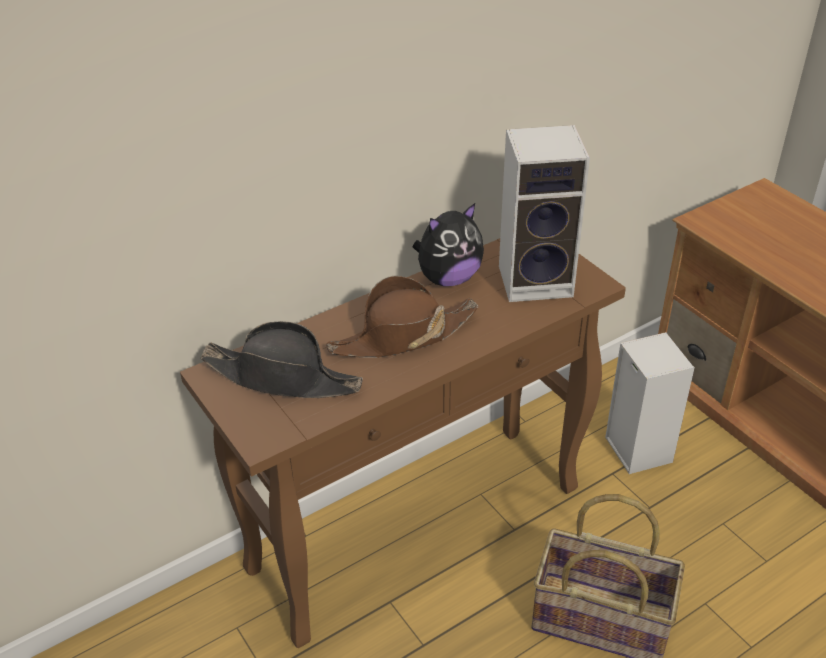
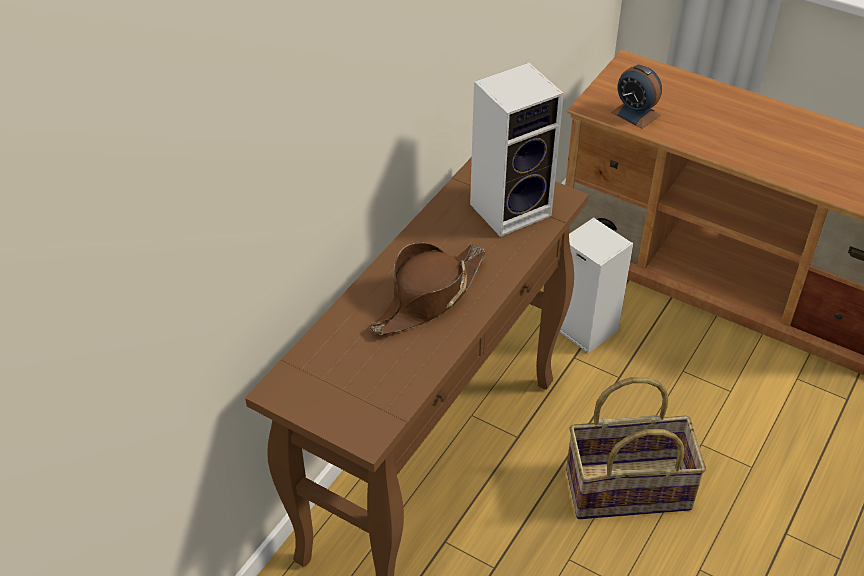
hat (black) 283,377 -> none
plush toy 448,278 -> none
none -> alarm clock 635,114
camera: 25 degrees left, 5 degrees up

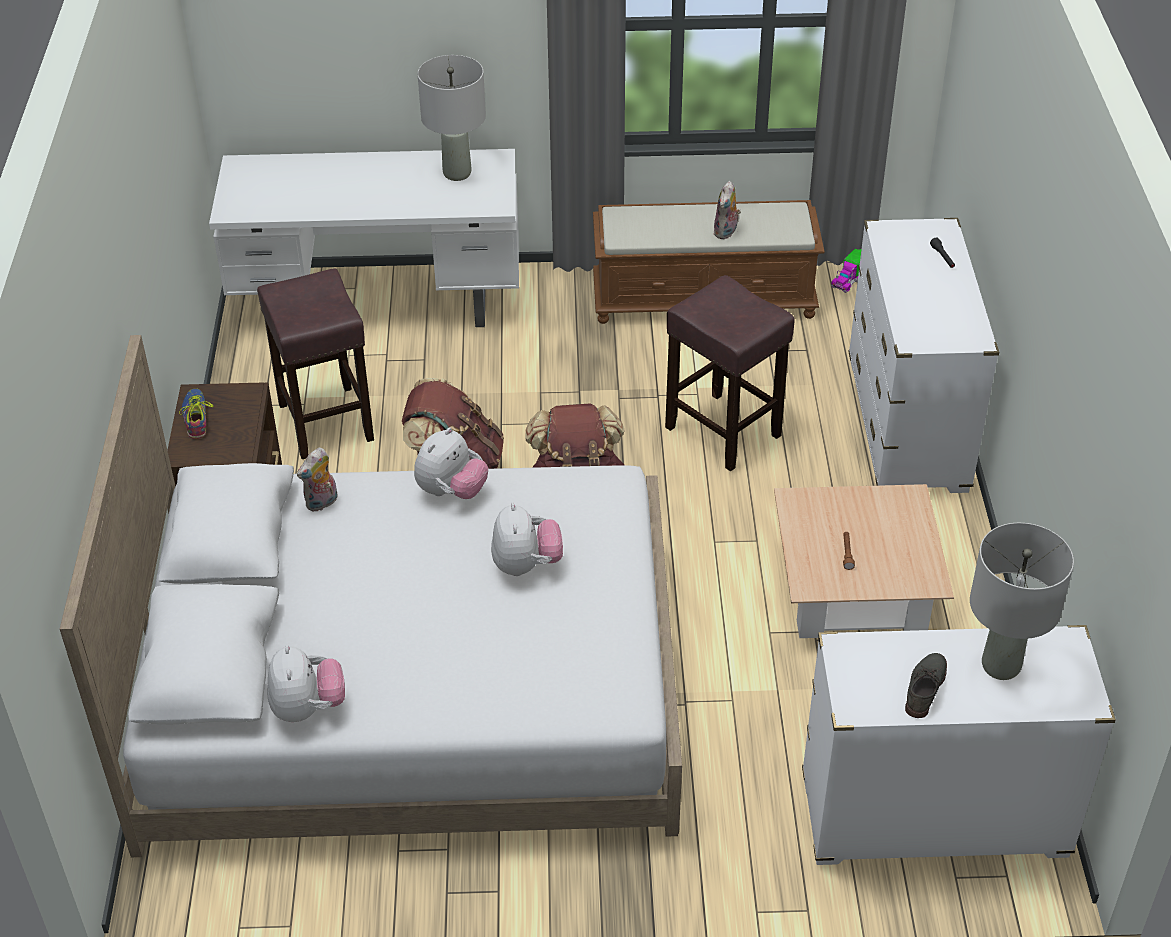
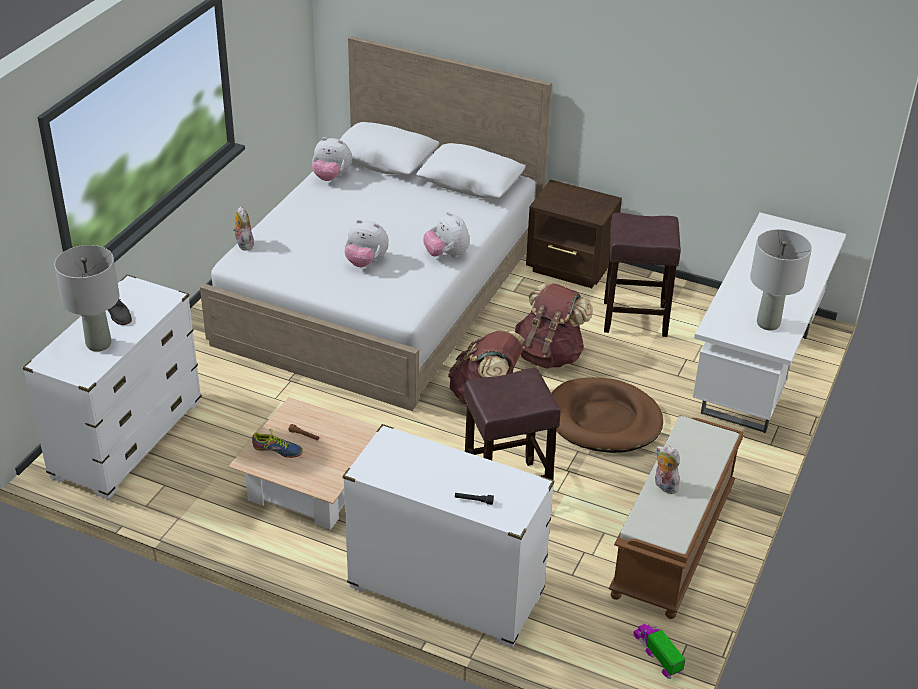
none -> dog bed (brown) 603,420
shoe 196,418 -> shoe 277,450, shifted
plush toy 322,503 -> plush toy 243,244, shifted
camera: 115 degrees right, 5 degrees down

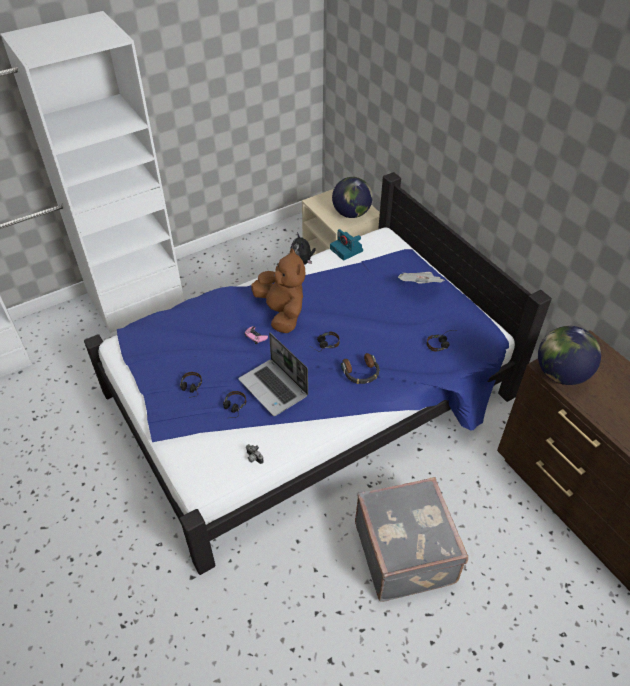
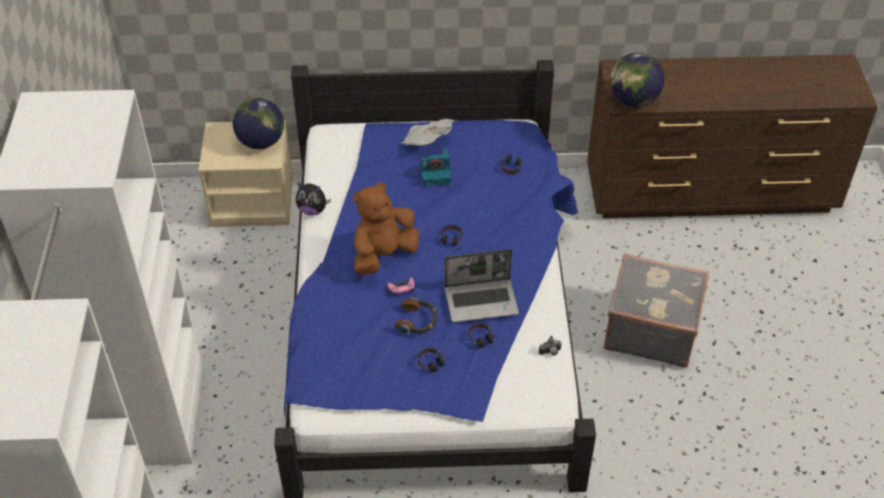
photo camera 347,250 -> photo camera 436,174, shifted
headphones 361,373 -> headphones 417,320, shifted
plush toy (brown) 282,313 -> plush toy (brown) 383,255, 45 degrees counterclockwise
camera: 60 degrees left, 0 degrees up

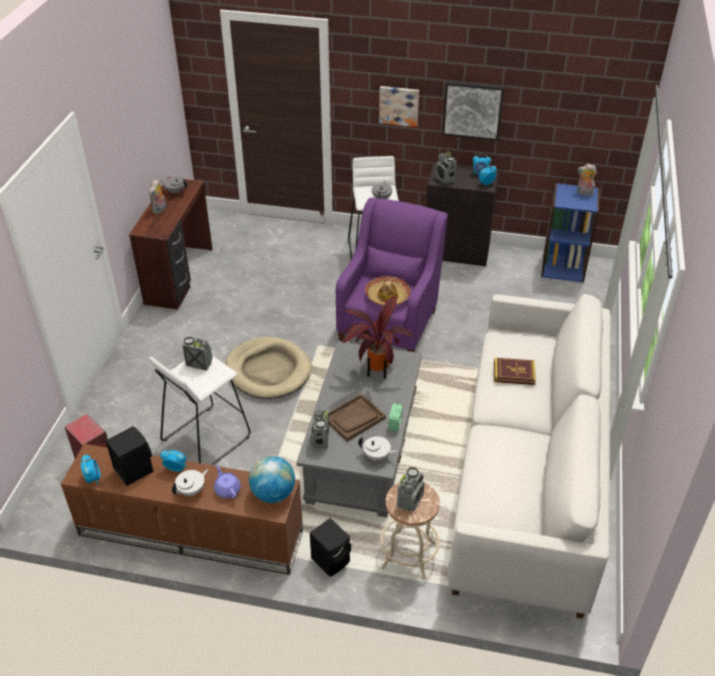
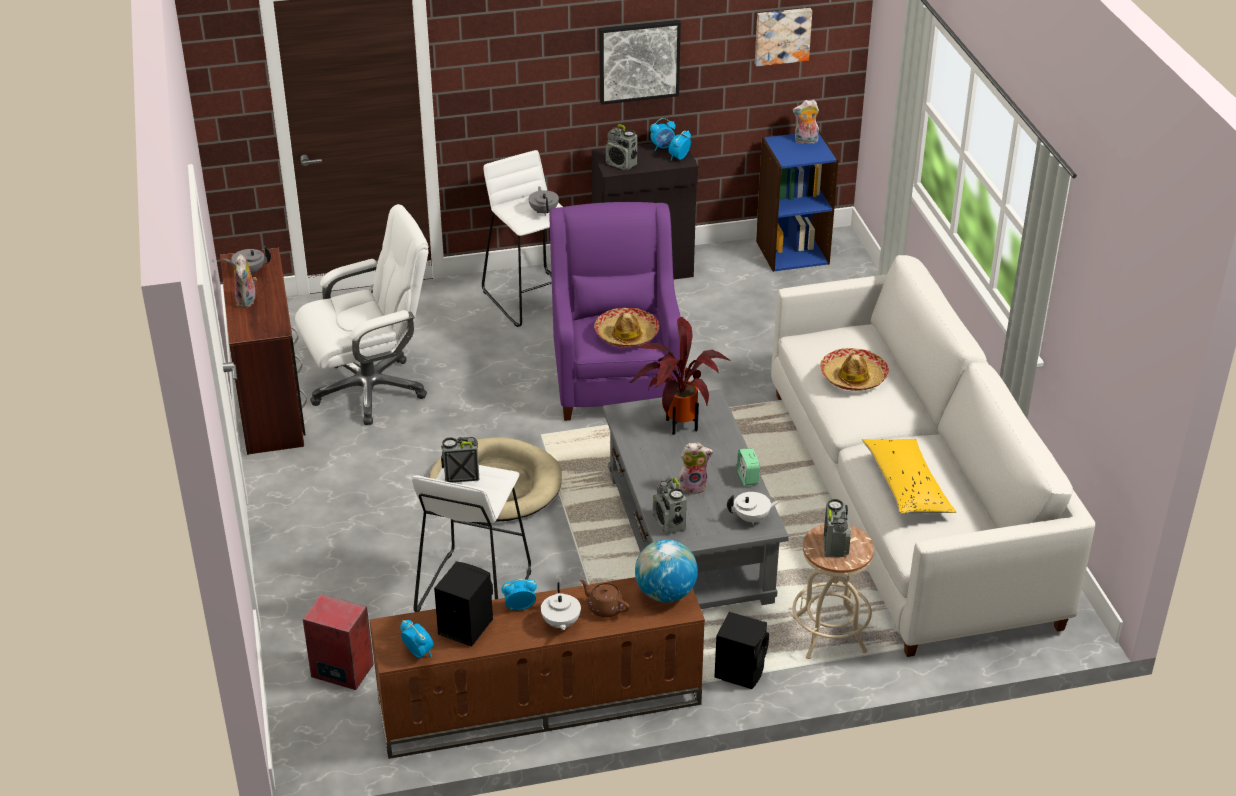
none -> office chair (white) 370,389
none -> pillow (yellow) 906,486
picture 399,105 -> picture 782,35, shifted
tray (brown) 354,418 -> plush toy 693,486
book 514,373 -> hat 853,377
teapot (purple) 227,489 -> teapot (brown) 604,608
teapot (white) 192,490 -> teapot (white) 560,623, 150 degrees clockwise
camera: 25 degrees left, 5 degrees down

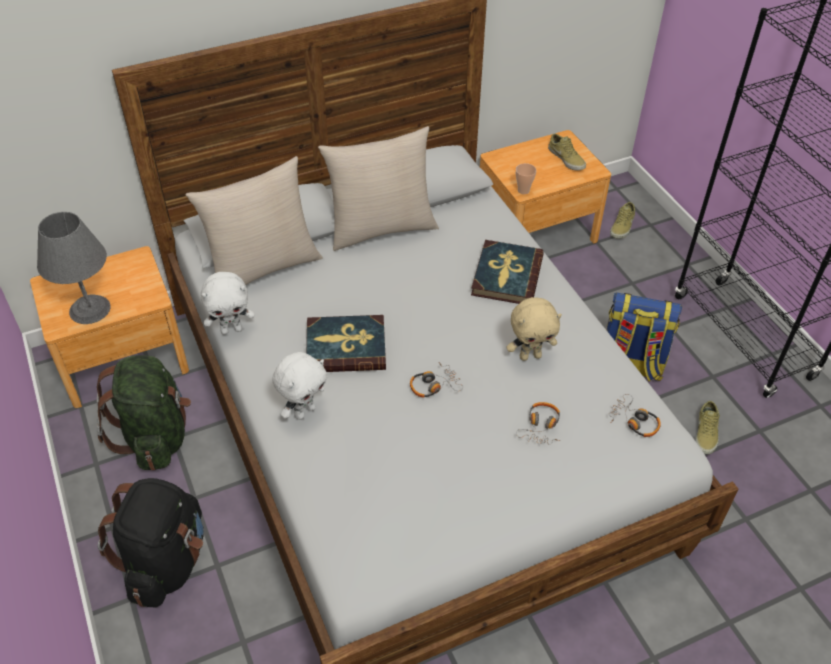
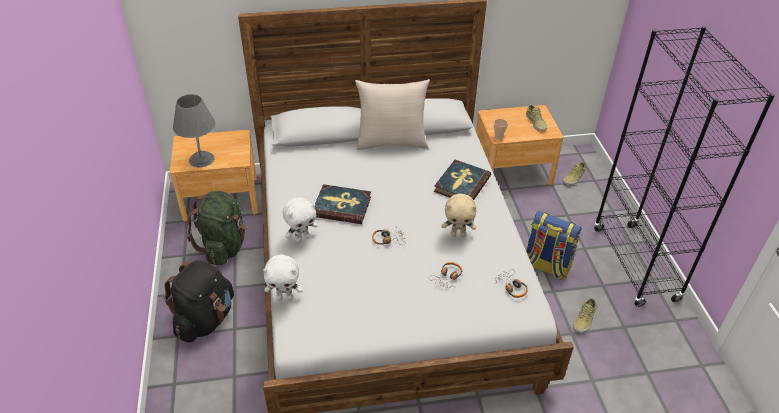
pillow (beige) 263,267 -> none
plush toy (white) 232,329 -> plush toy (white) 285,297, shifted
camera: 15 degrees right, 5 degrees down

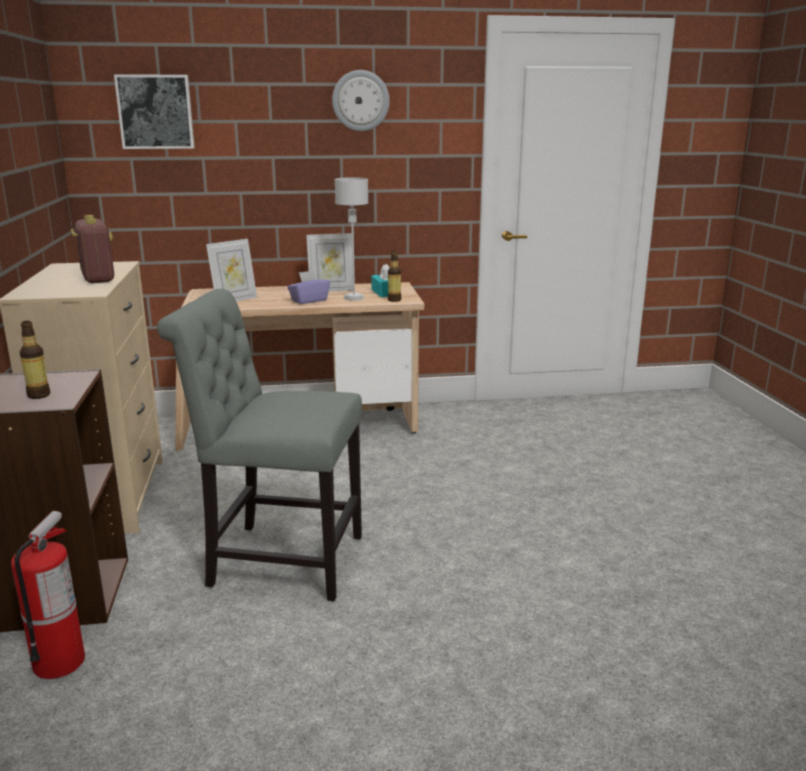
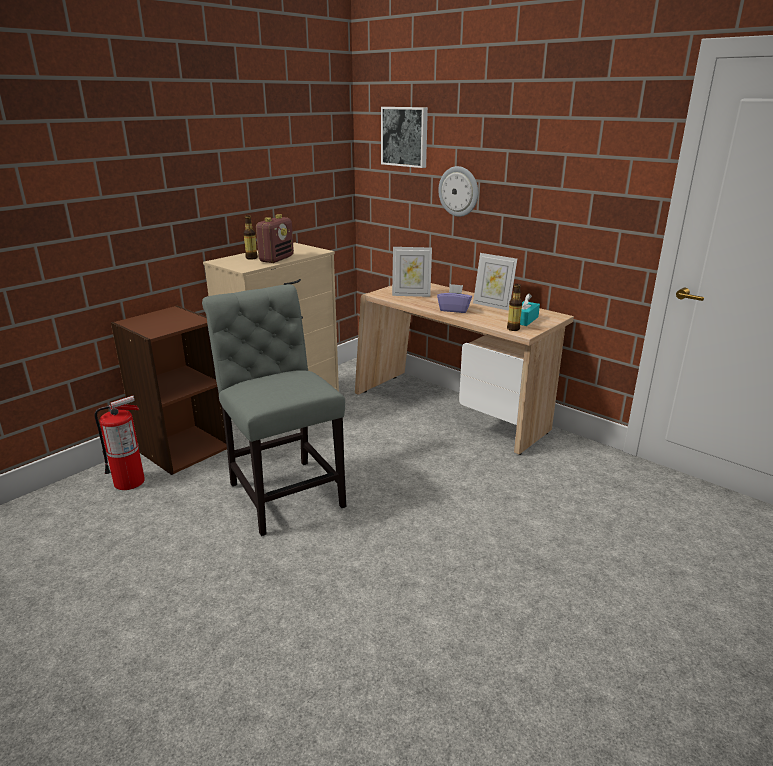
table lamp (grey) 354,298 -> none
bottle 39,395 -> bottle 251,258, shifted
wall clock 360,101 -> wall clock 459,191, shifted
camera: 50 degrees right, 5 degrees up

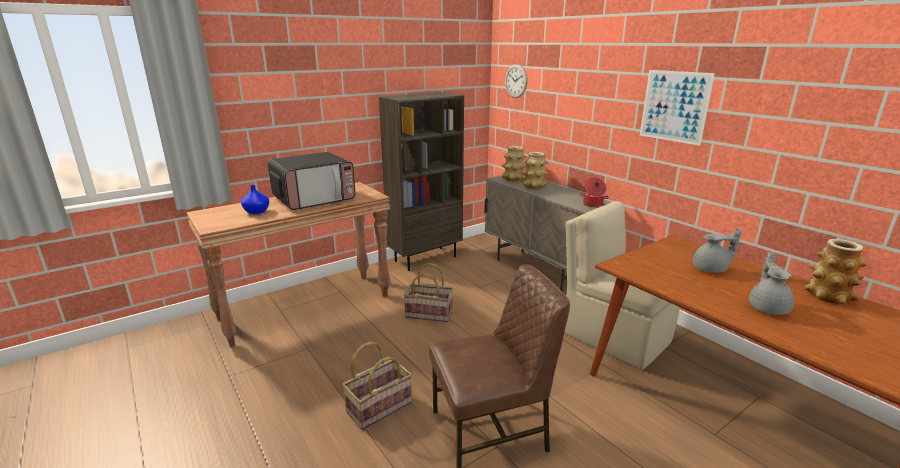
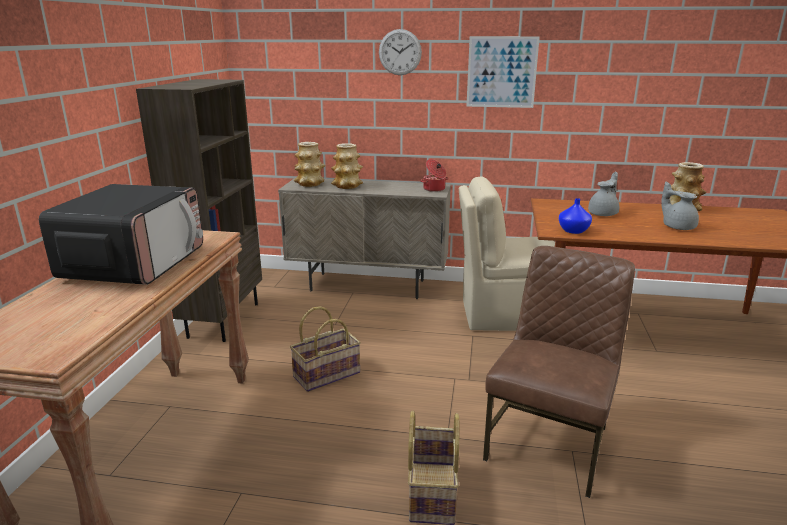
vase (blue) 257,211 -> vase (blue) 573,230, shifted
wall clock 516,81 -> wall clock 400,52, shifted
camera: 45 degrees left, 0 degrees up

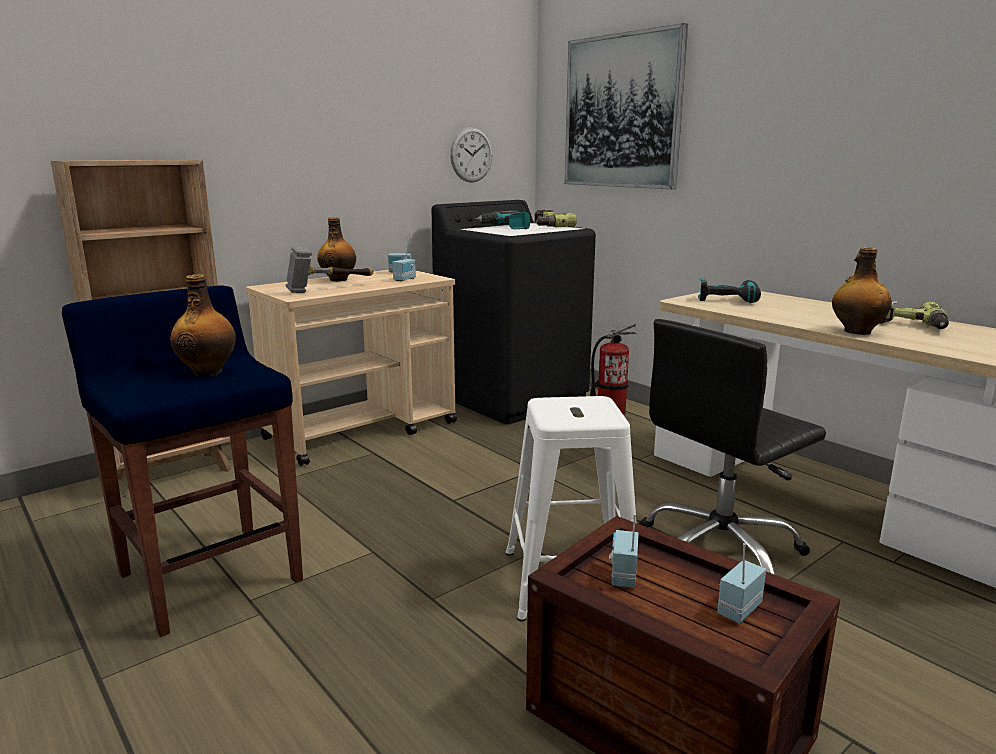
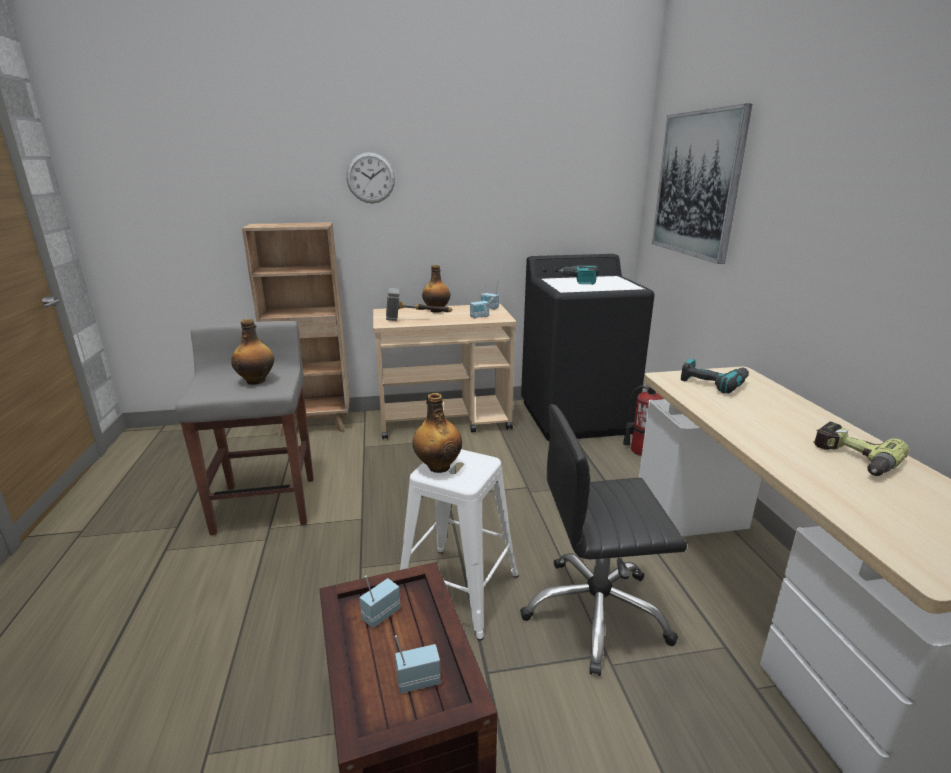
power drill 547,226 -> none
wall clock 471,155 -> wall clock 370,178, shifted
bottle 856,331 -> bottle 438,466, shifted
stool (blue) 210,575 -> stool (grey) 266,503
camera: 30 degrees right, 5 degrees up

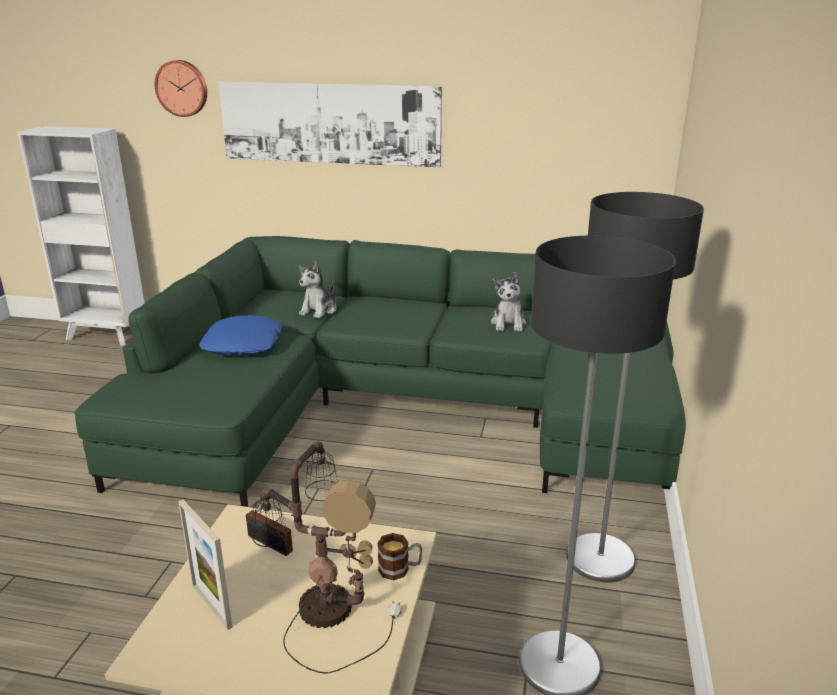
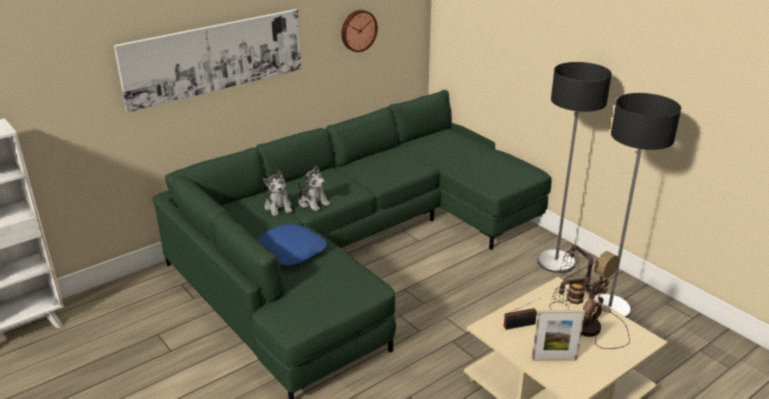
wall clock 182,88 -> wall clock 358,30, shifted
plush toy 508,323 -> plush toy 313,203, shifted
camera: 50 degrees left, 5 degrees up

